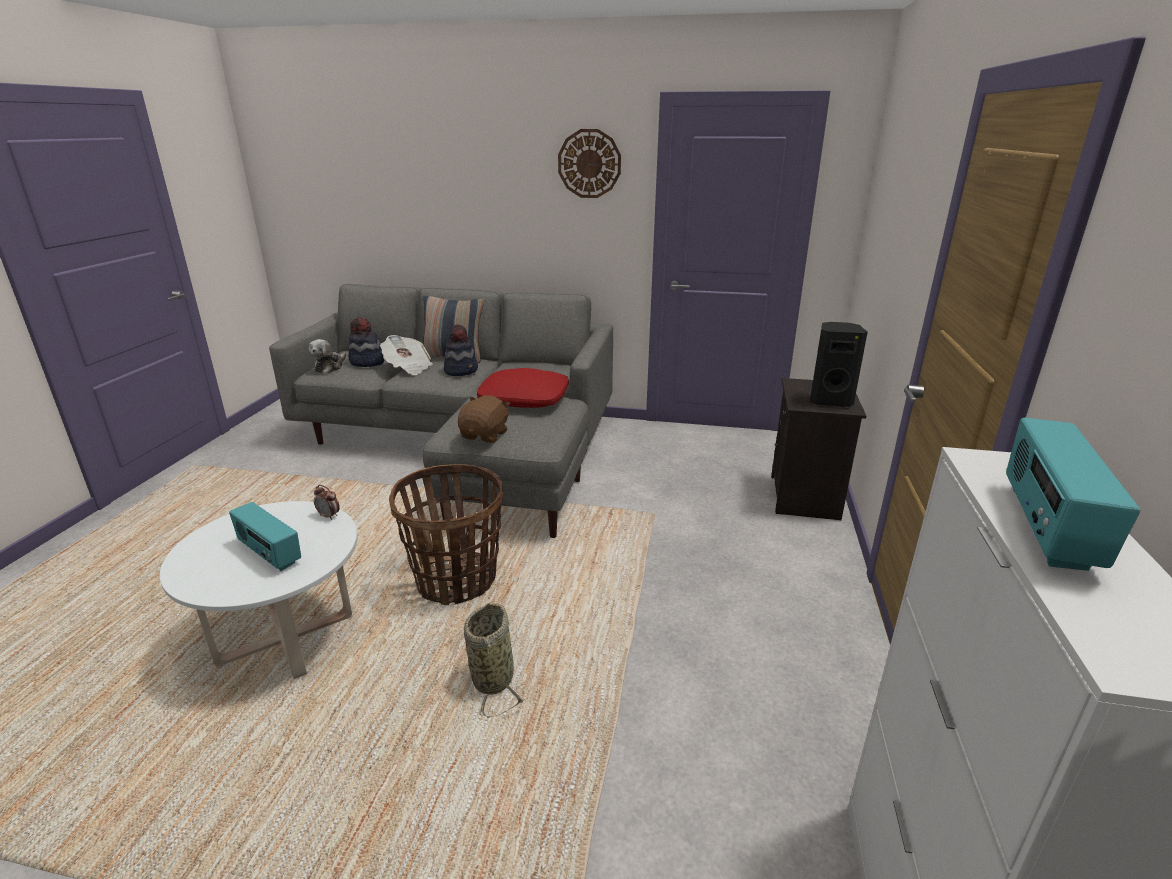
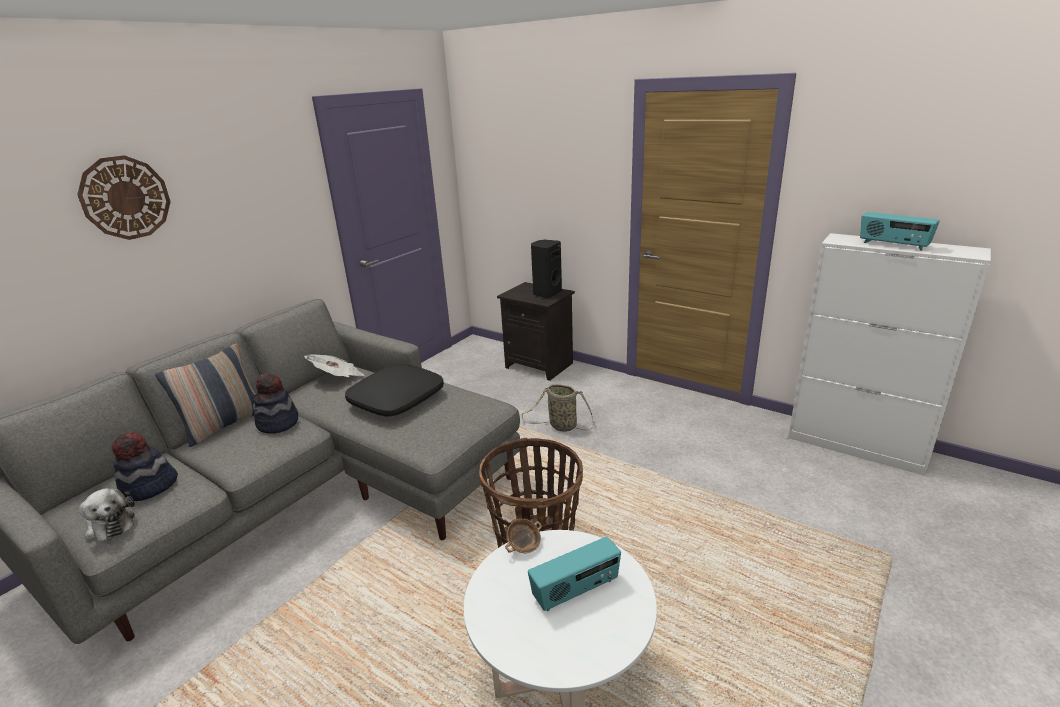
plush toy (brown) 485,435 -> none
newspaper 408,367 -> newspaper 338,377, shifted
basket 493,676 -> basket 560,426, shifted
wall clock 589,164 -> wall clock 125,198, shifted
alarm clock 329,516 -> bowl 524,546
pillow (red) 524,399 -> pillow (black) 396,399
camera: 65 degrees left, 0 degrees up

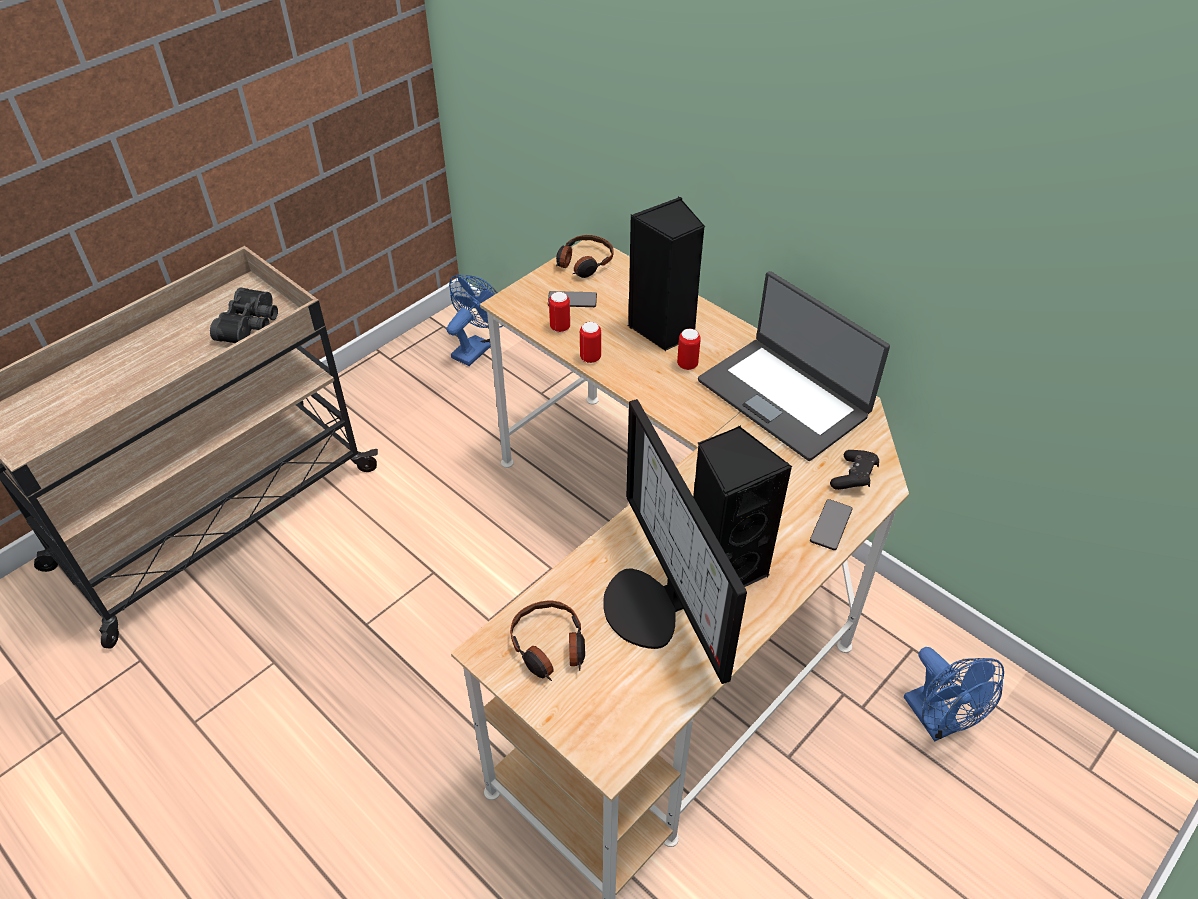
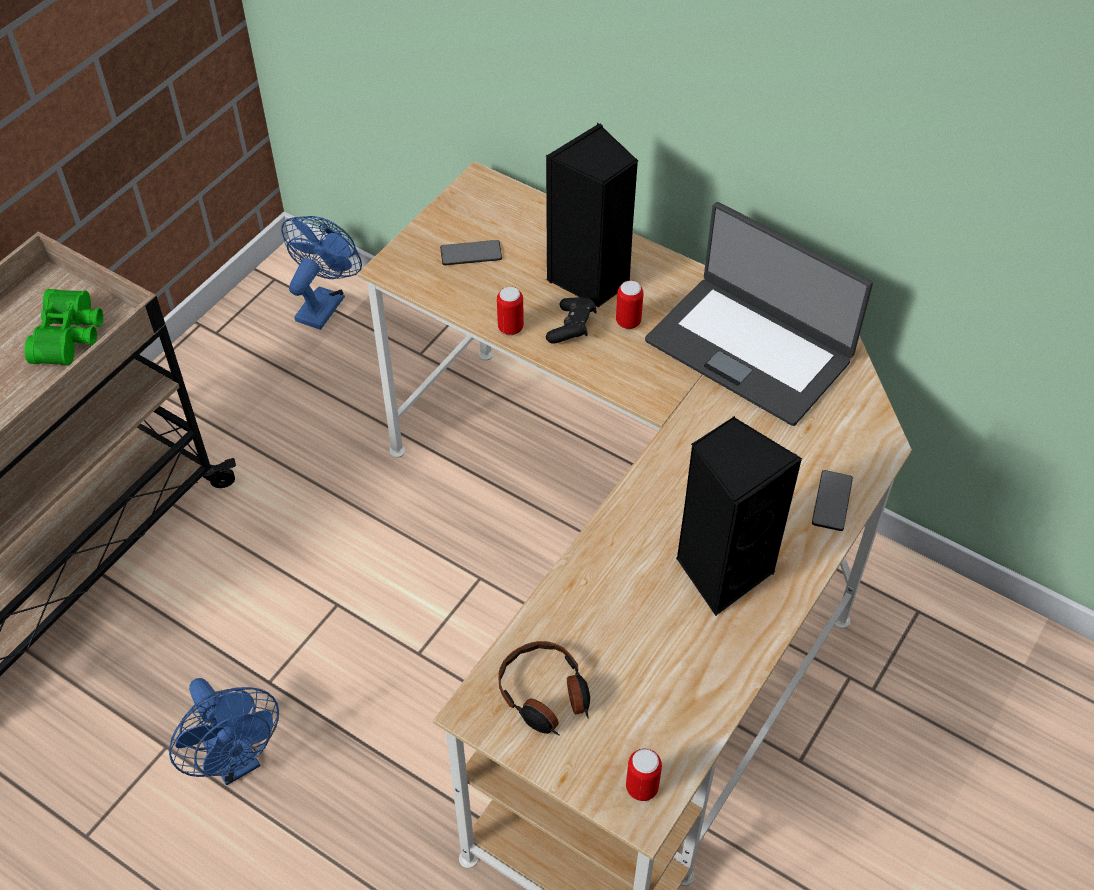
headphones 584,263 -> none
monitor 651,607 -> none
can 560,327 -> can 642,788, shifted
game controller (black) 854,477 -> game controller (black) 572,328, shifted
fan (blue) 937,722 -> fan (blue) 236,760, shifted
binoculars (black) 251,325 -> binoculars (green) 72,336
camera: 10 degrees left, 5 degrees up

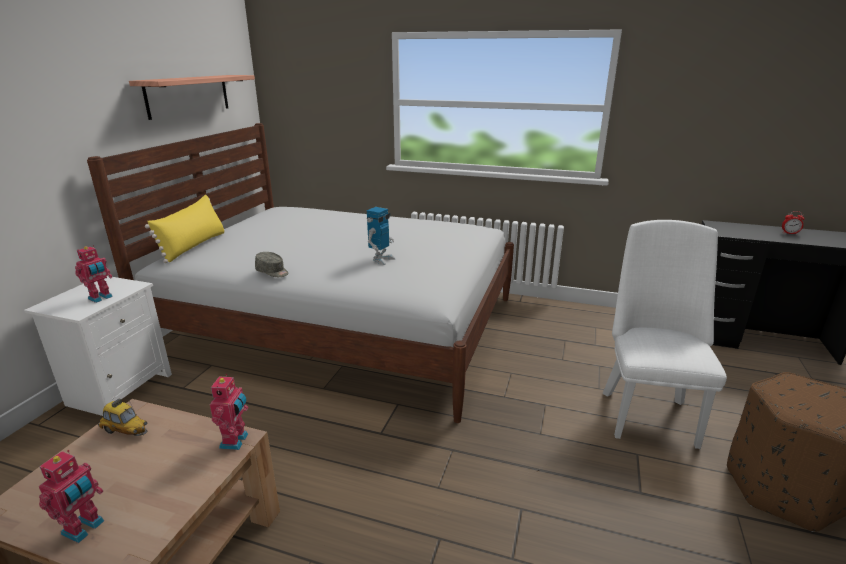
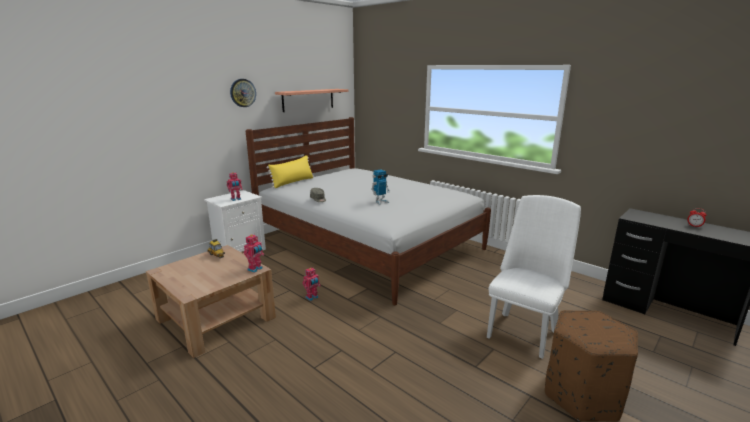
none -> wall clock 242,93
toy robot 84,528 -> toy robot 312,298, shifted
camera: 25 degrees right, 5 degrees down

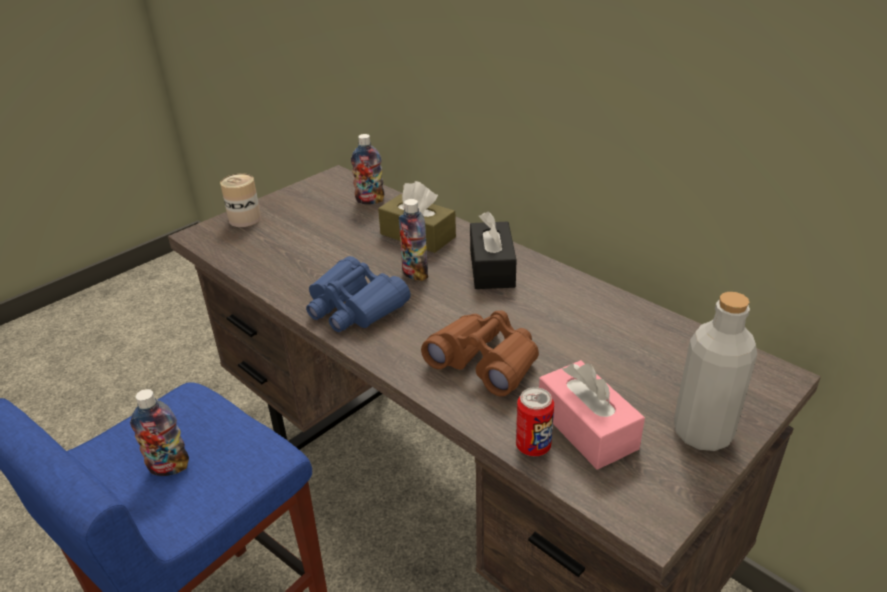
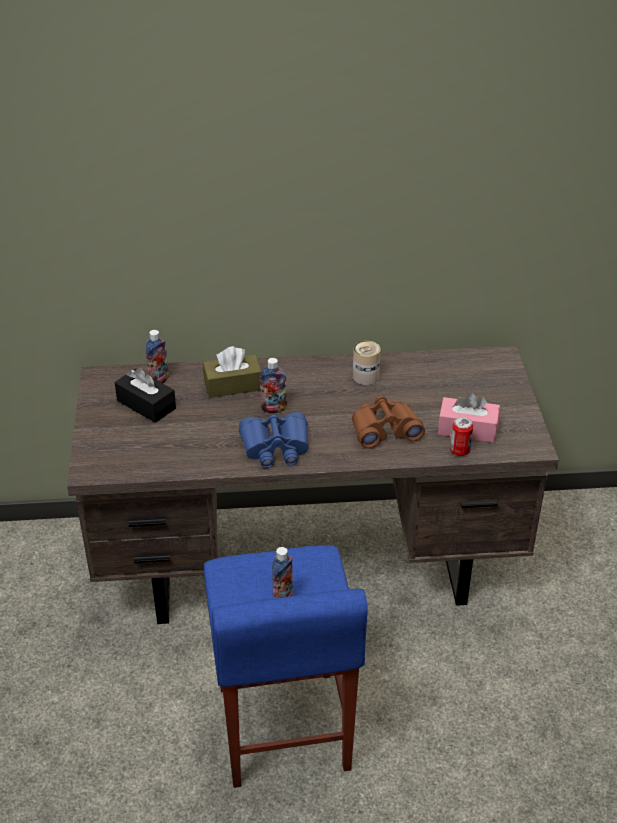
bottle (grey) 702,433 -> none
can 245,219 -> can 365,376, shifted
tissue box (black) 492,268 -> tissue box (black) 146,404, shifted
camera: 50 degrees left, 5 degrees up

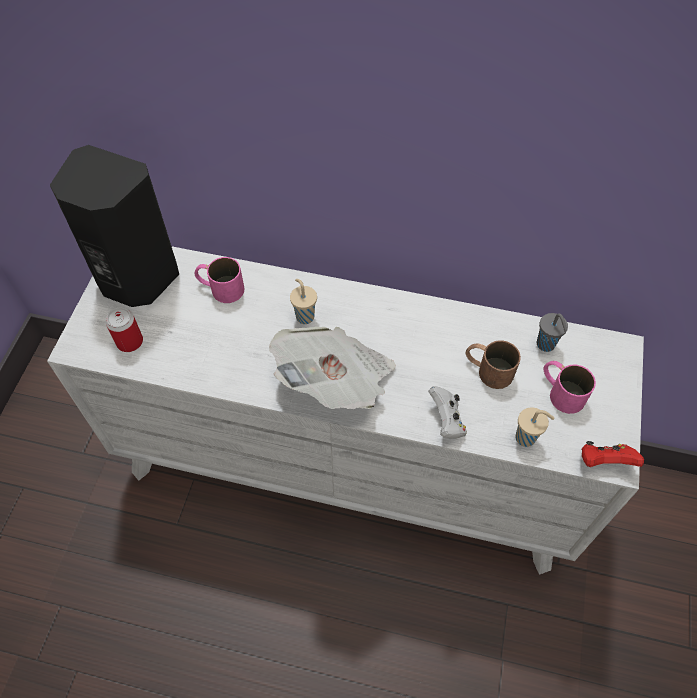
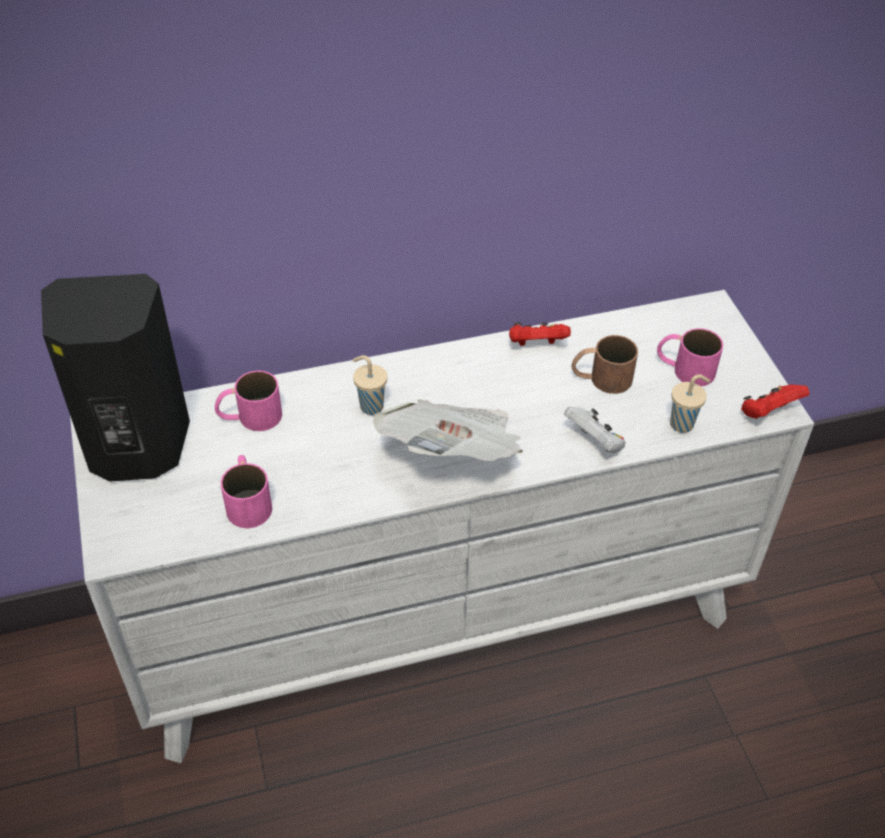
can 130,342 -> none
cup (grey) 546,345 -> none
none -> mug (pink) 248,500
none -> game controller (red) 536,345
camera: 30 degrees left, 10 degrees down

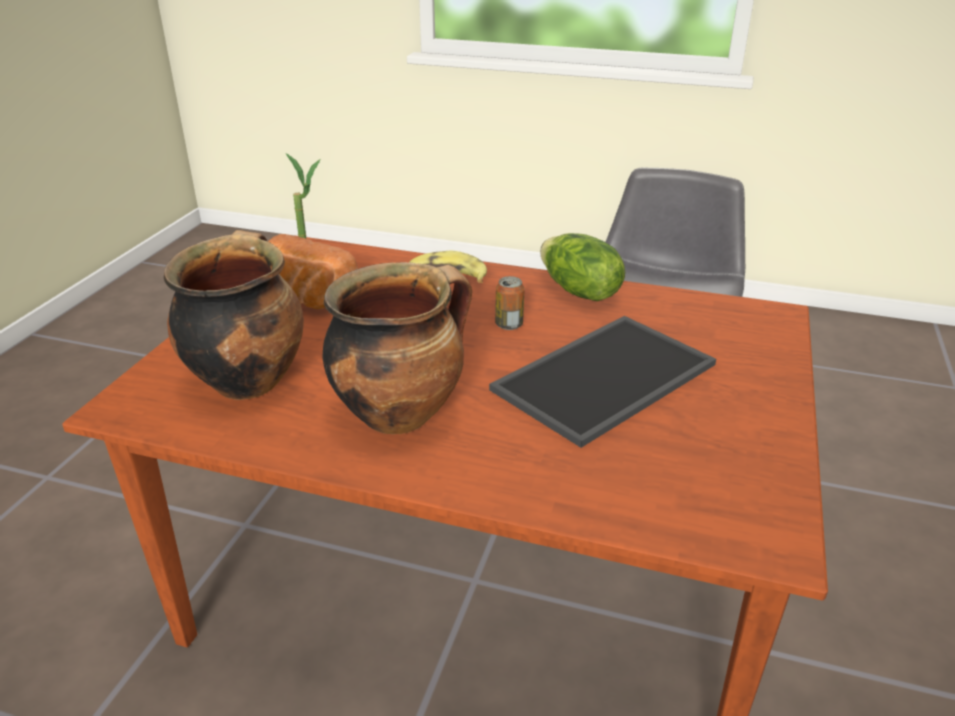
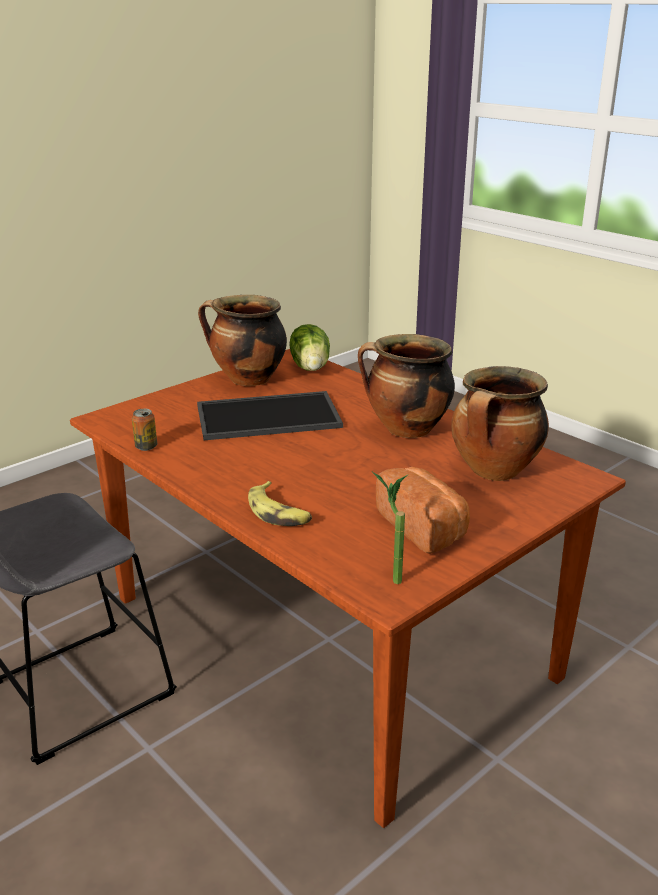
none -> cooking pot 247,380
can 509,325 -> can 146,447, shifted
lettuce 578,291 -> lettuce 311,367, shifted
camera: 150 degrees left, 5 degrees down

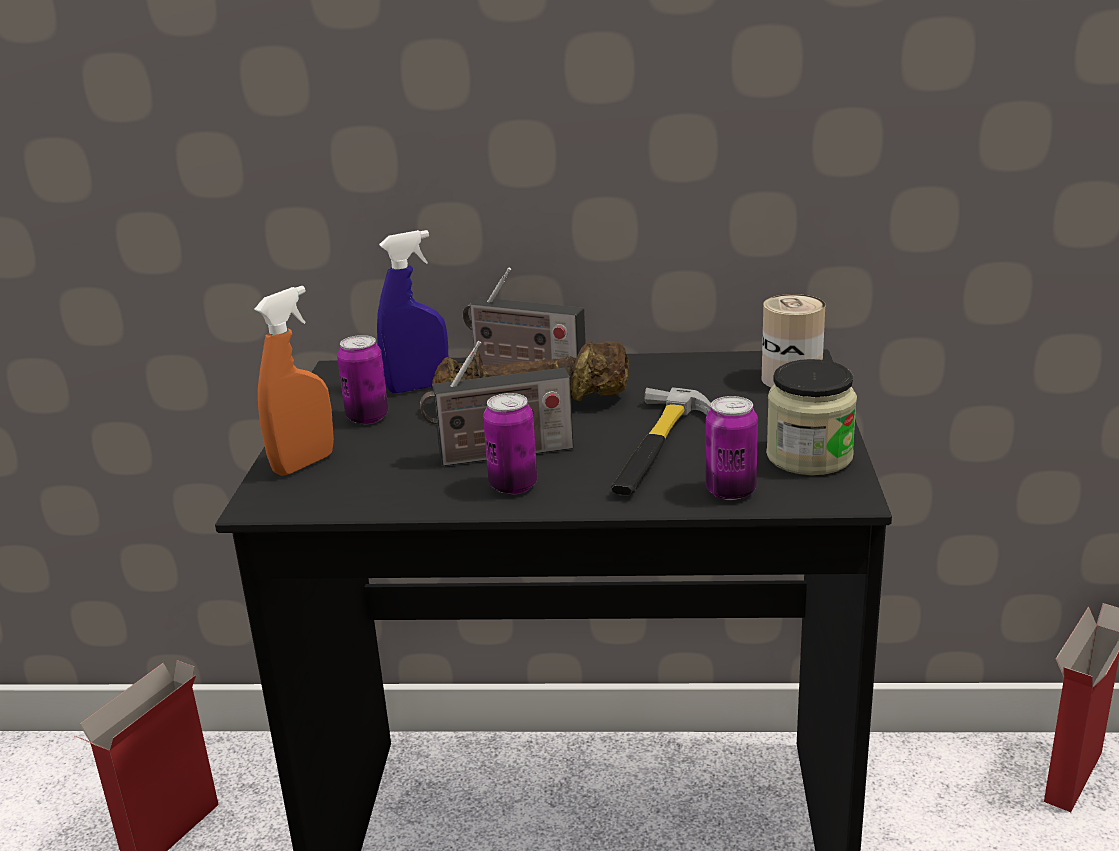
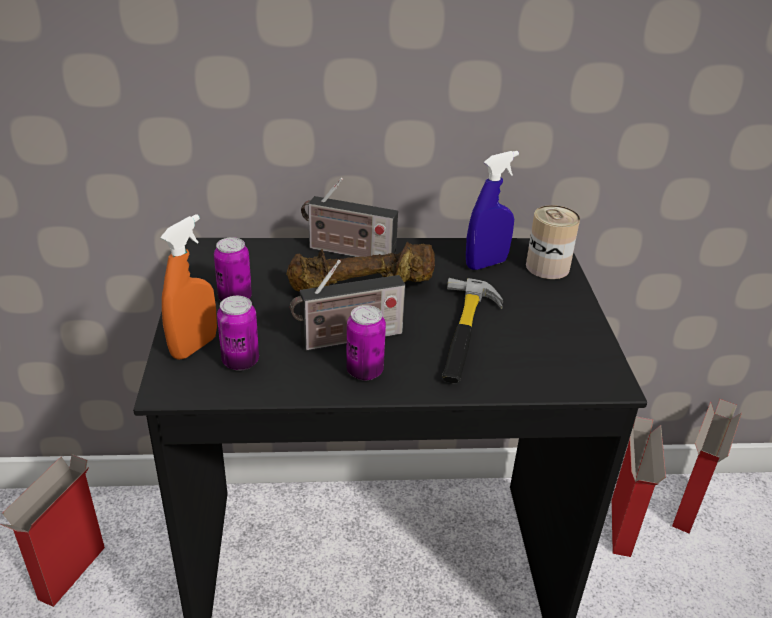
jar 809,457 -> none
none -> cardboard box 621,528
spray bottle (blue) 418,387 -> spray bottle (blue) 486,264, shifted
can 730,491 -> can 240,362, shifted
camera: 10 degrees left, 10 degrees up

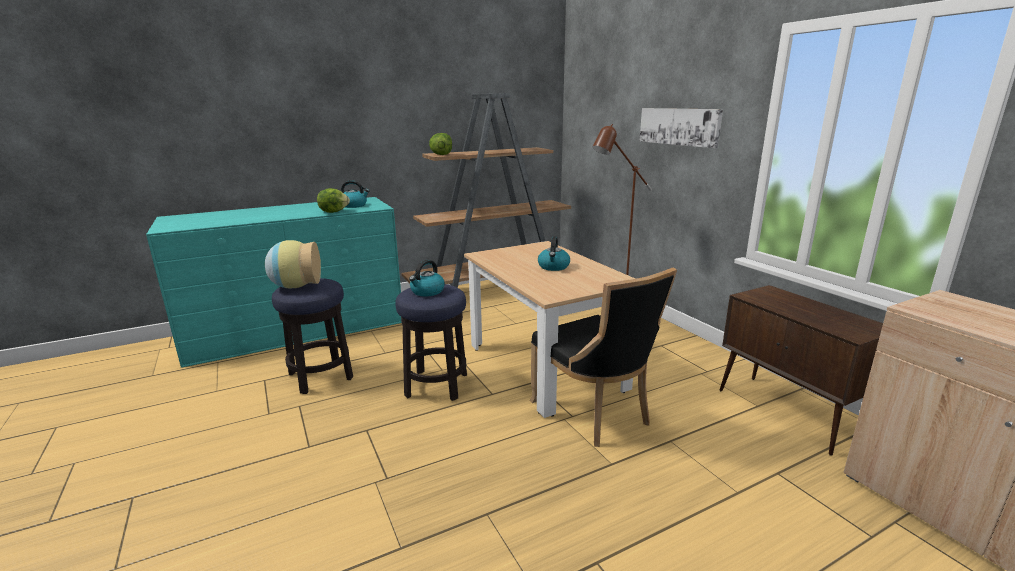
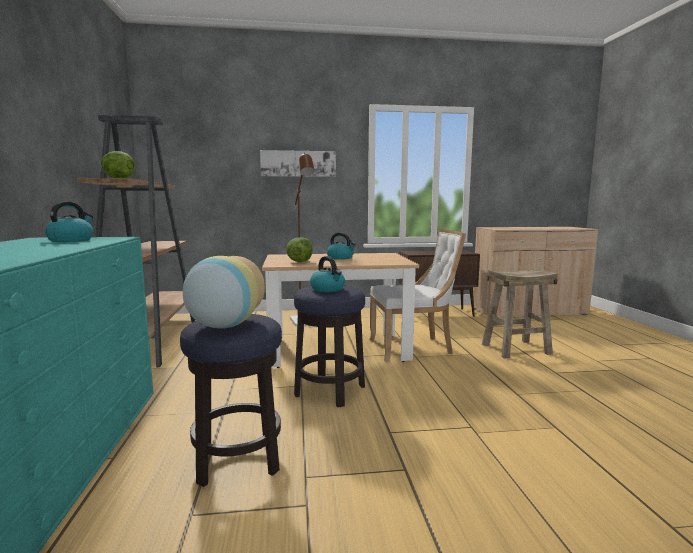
none -> stool (beige) 516,349
lettuce 334,212 -> lettuce 299,261, shifted
chair (black) 594,413 -> chair (white) 413,347
camera: 70 degrees left, 10 degrees down

